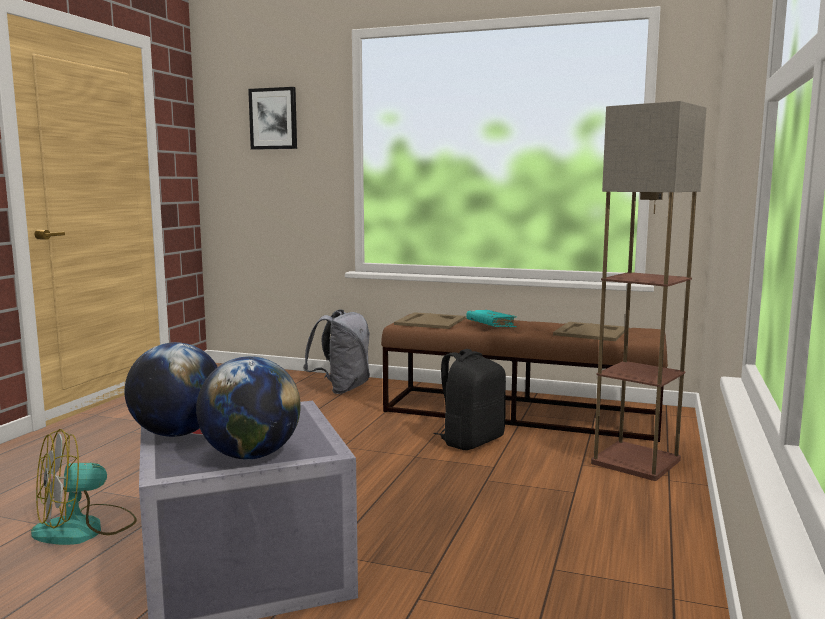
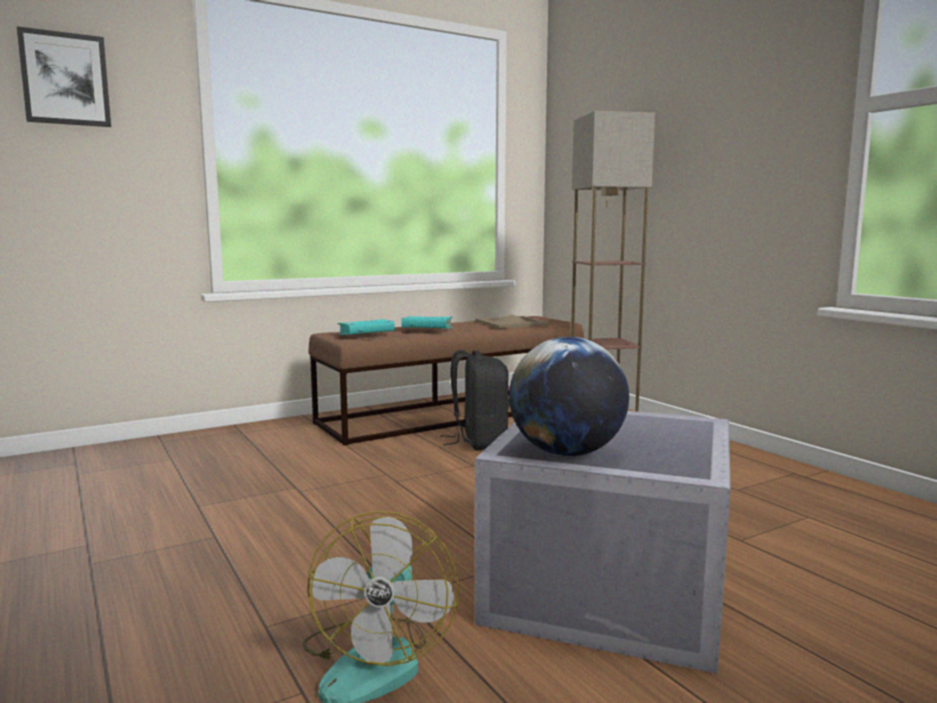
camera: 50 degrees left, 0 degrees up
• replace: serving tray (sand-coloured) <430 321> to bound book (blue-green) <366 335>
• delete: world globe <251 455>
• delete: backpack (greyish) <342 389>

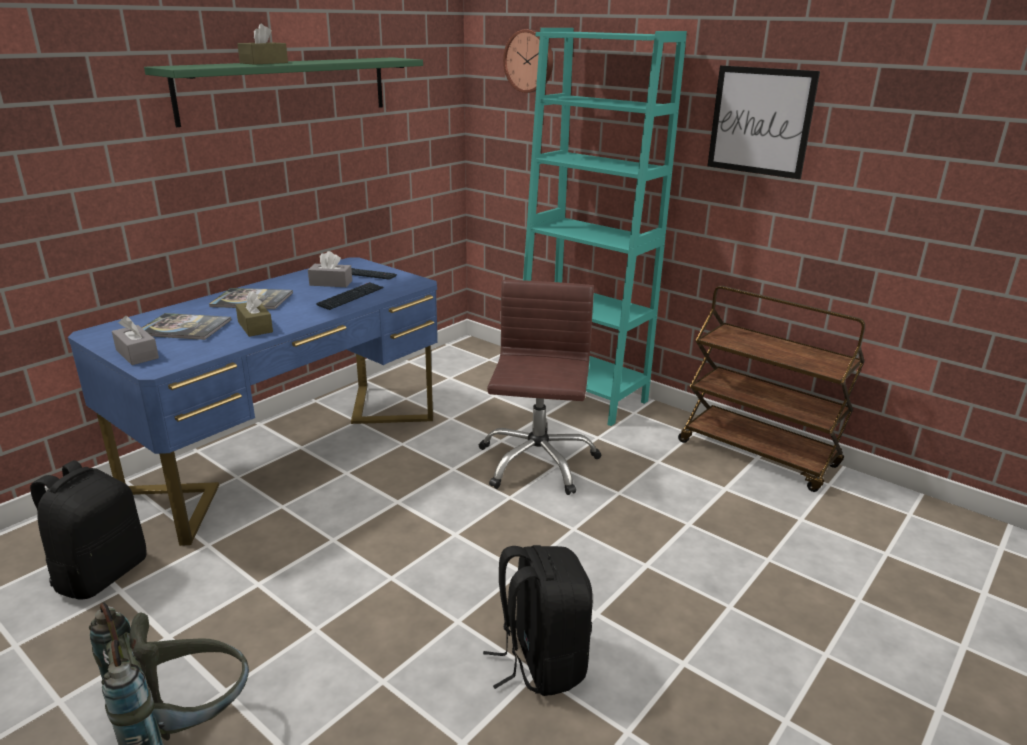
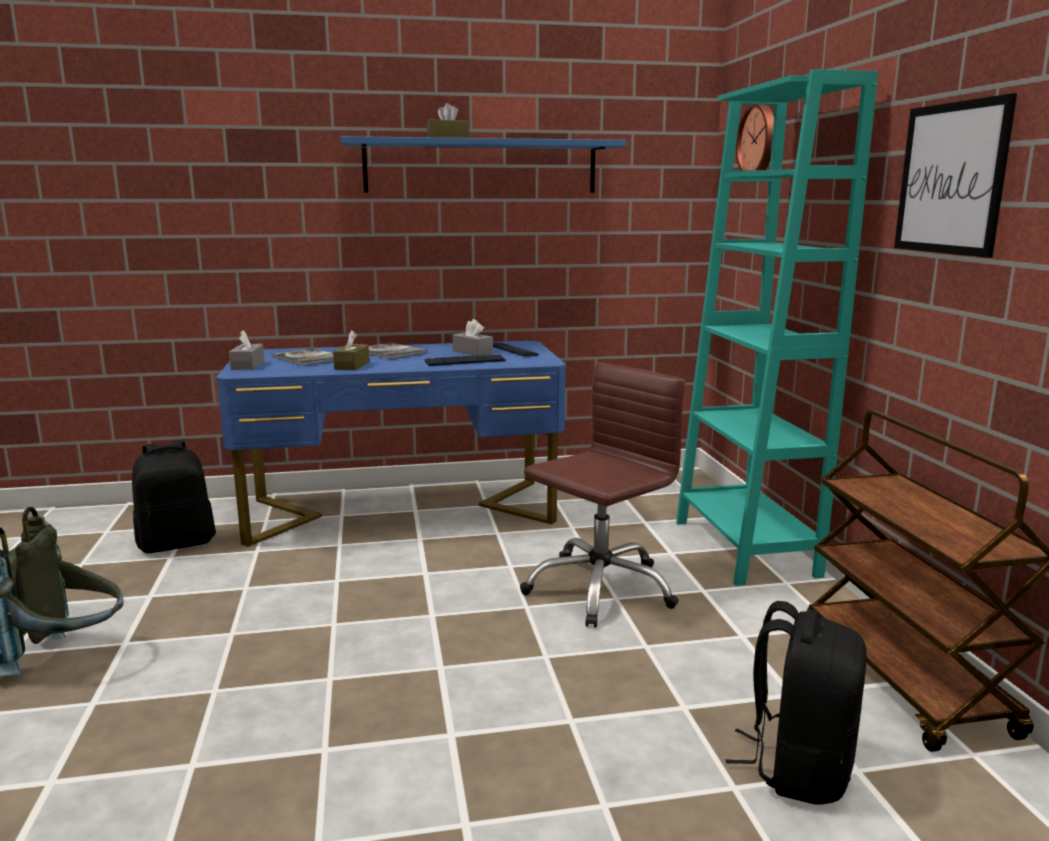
camera: 40 degrees right, 10 degrees down
• recolor: bracket shelf (green) <287 89> to bracket shelf (blue) <481 167>
• move: backpack (black) <540 662> to <798 767>

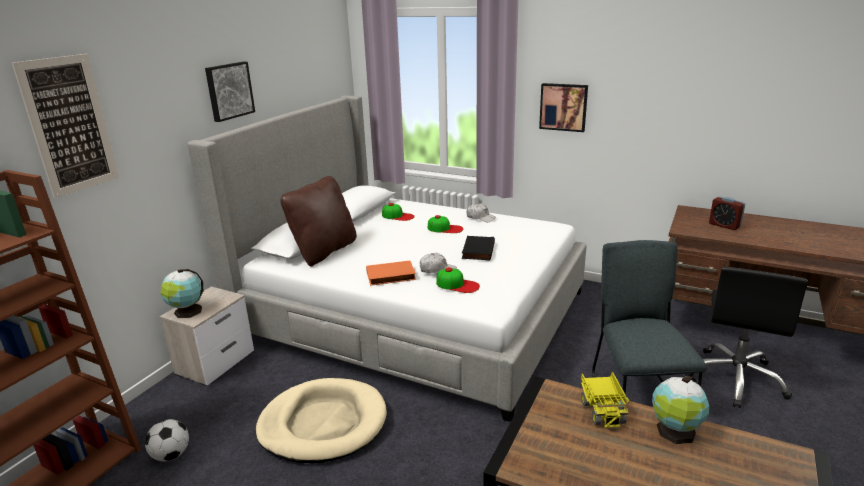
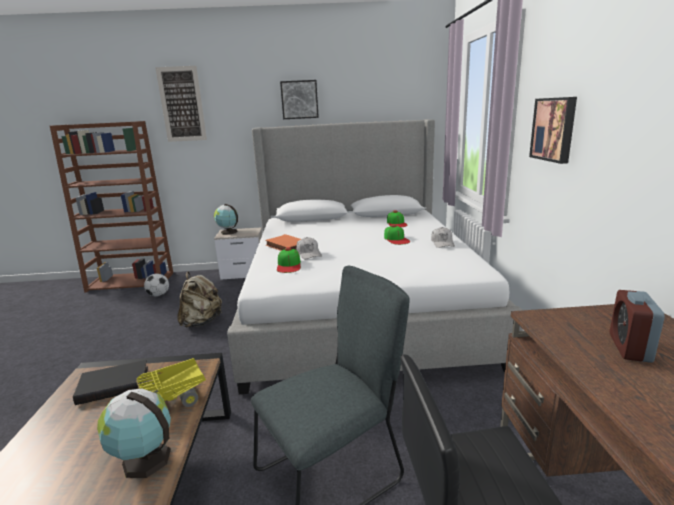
camera: 60 degrees right, 5 degrees down
• move: bound book (black) <477 250> to <114 384>
• replace: dog cushion (sand-coloured) <323 424> to backpack (sand-coloured) <202 322>
• delete: pillow (brown) <324 251>

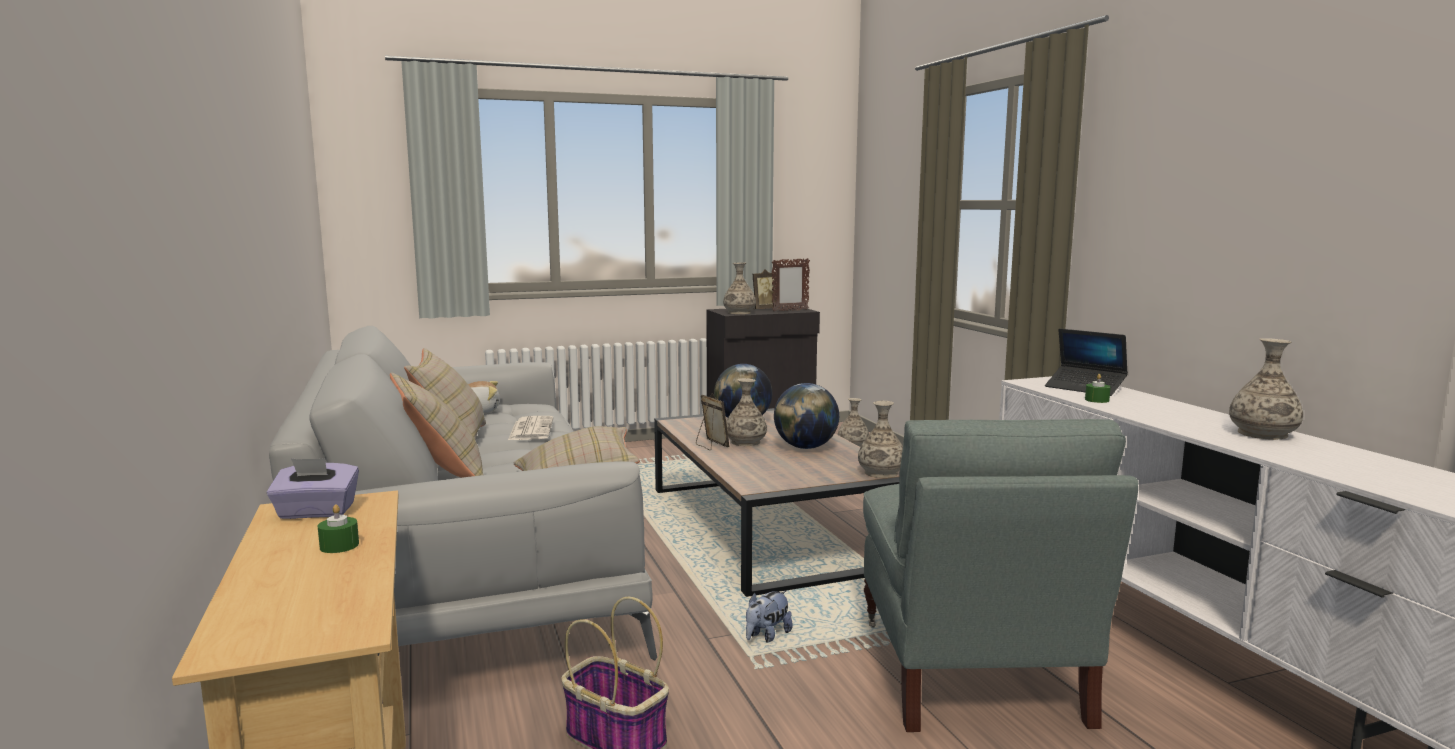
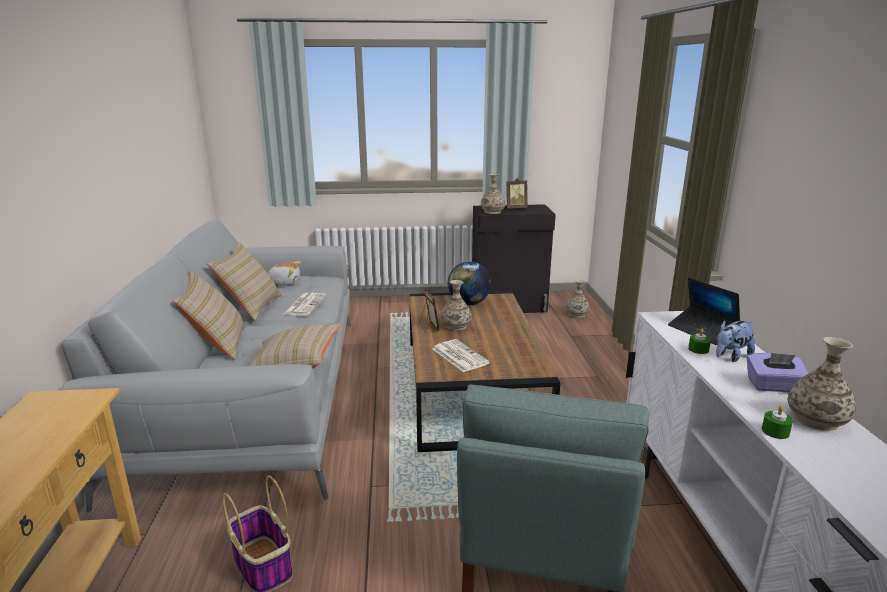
camera: 15 degrees right, 10 degrees up
• insert: daily paper <459 356>
• move: plush toy <767 636> to <730 356>
• move: box of tissues (purple-coloured) <316 512> to <773 386>
• move: wax light (green) <339 546> to <775 431>
• delete: photo frame <790 310>
• delete: world globe <805 447>
• delete: vase <881 473>

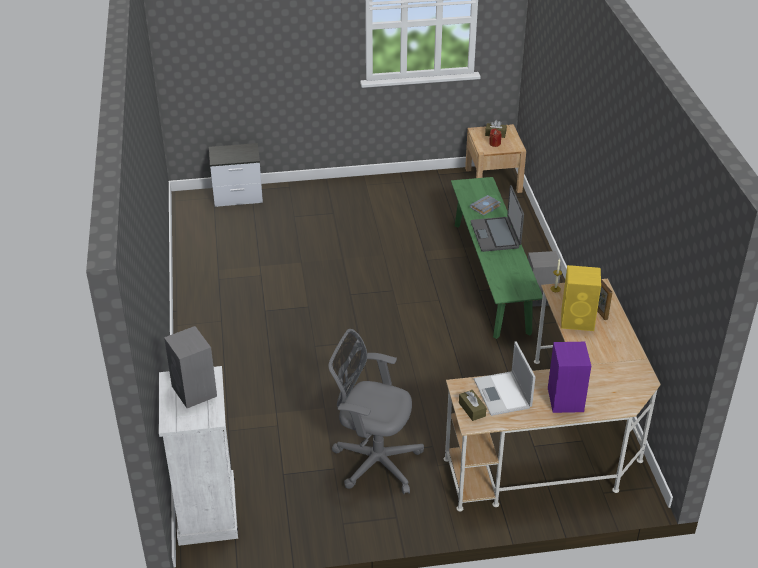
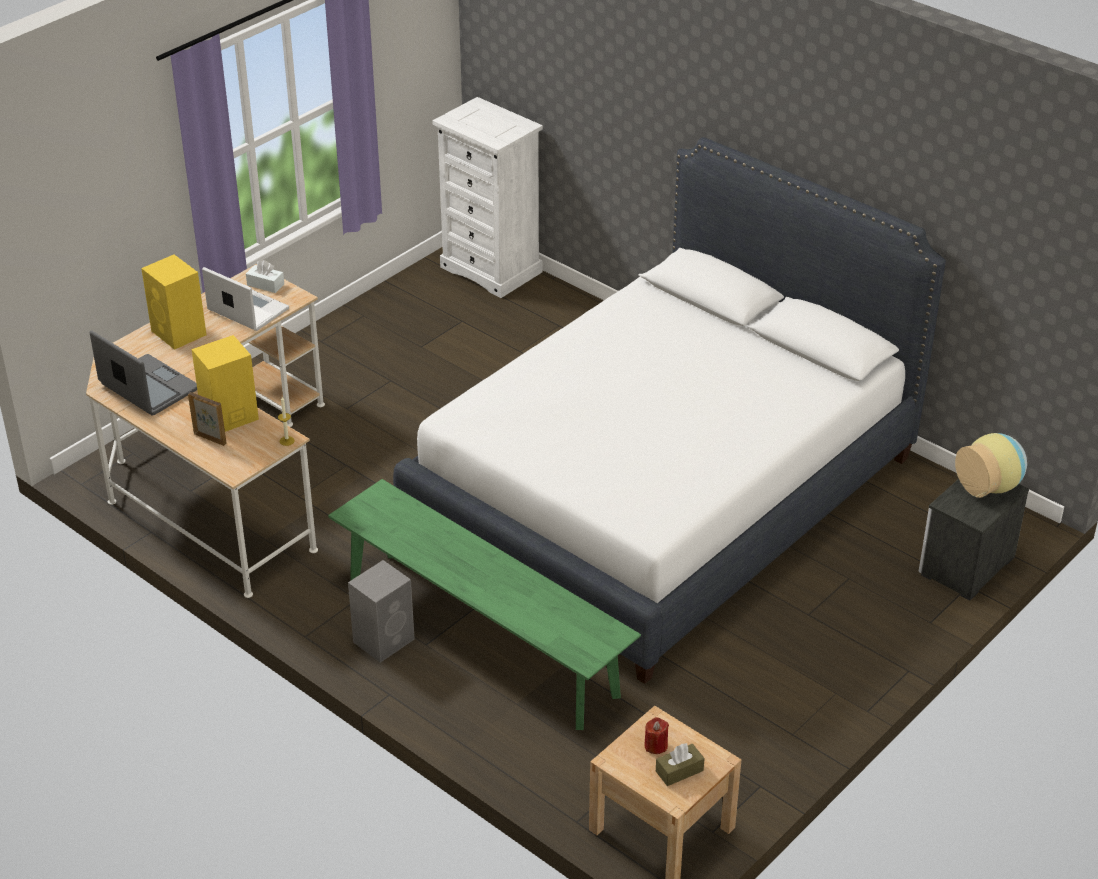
camera: 140 degrees right, 0 degrees up
• move: laptop <496 235> to <148 387>
• recolor: audio speaker (purple-coloured) <565 399> to audio speaker (yellow-coloured) <179 333>
• recolor: box of tissues (brown) <472 409> to box of tissues (white-coloured) <265 284>
• insert: sleeping bed (white-coloured) <664 495>
• insert: vase <990 486>
• delete: audio speaker (greyish) <194 392>
• delete: computer chair (greyish) <373 461>
• delete: bound book (greyish) <485 207>

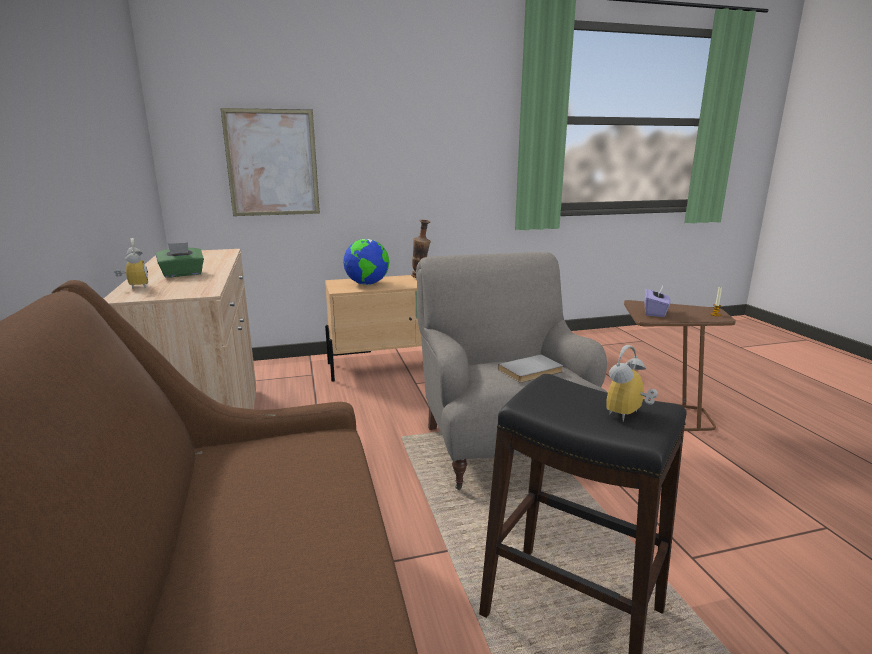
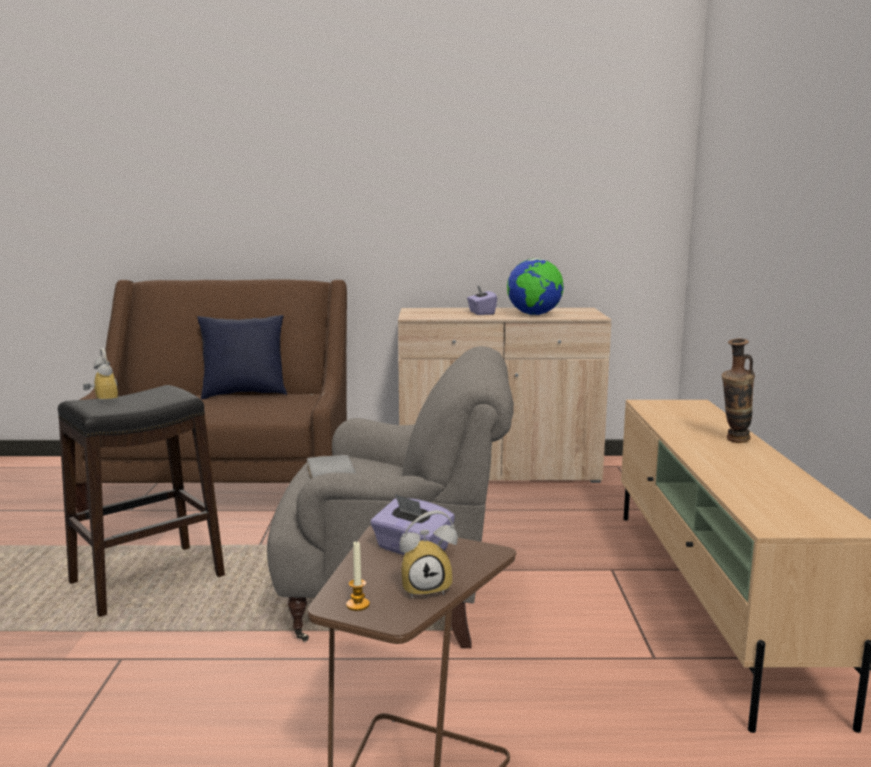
camera: 105 degrees right, 5 degrees down
• insert: pillow (blue) <244 394>
• move: bedside clock <134 286> to <427 587>
• recolor: box of tissues (green) <182 274> to box of tissues (purple-coloured) <481 313>
• move: world globe <367 284> to <534 315>
• delete: wall picture <272 163>

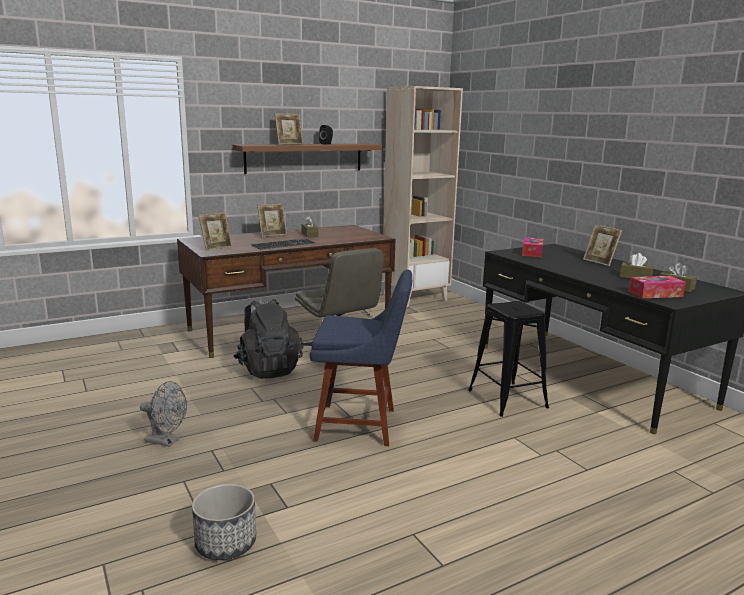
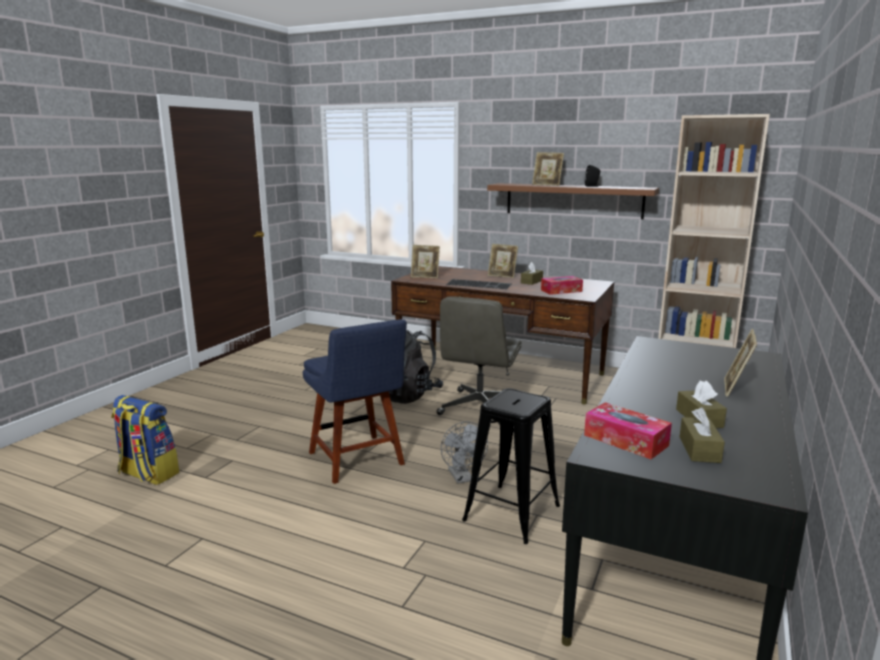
camera: 55 degrees right, 0 degrees up
• replace: flower pot <226 544> to backpack <147 474>
• move: cooling fan (greyish) <167 441> to <462 478>
• move: box of tissues <532 252> to <561 291>

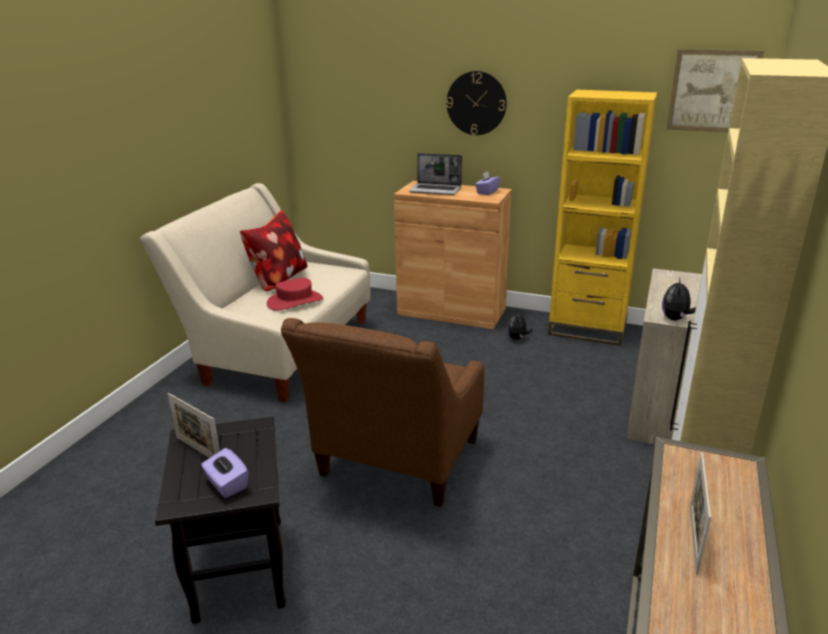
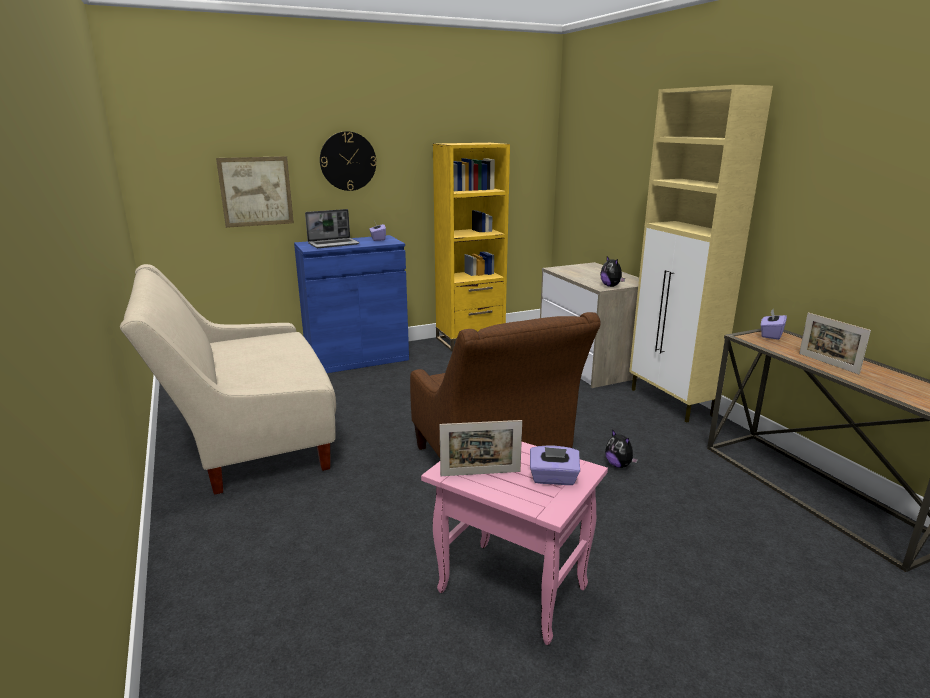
camera: 45 degrees left, 5 degrees down
• move: wall picture <713 91> to <256 191>
• recolor: cabinet (brown) <451 311> to cabinet (blue) <357 359>
• recolor: end table (black) <238 568> to end table (pink) <509 589>
• move: plush toy <517 338> to <619 465>
• insert: box of tissues (purple-coloured) <771 335>
• delete: pillow <277 280>
• delete: hat (red-coloured) <295 301>

